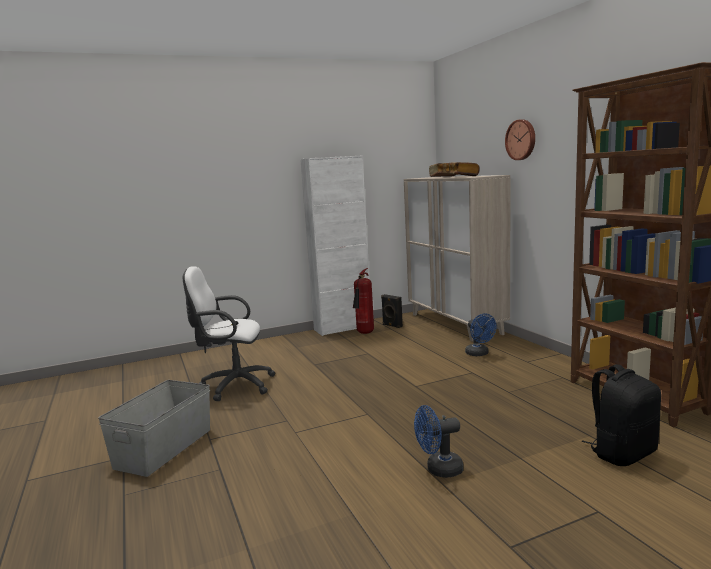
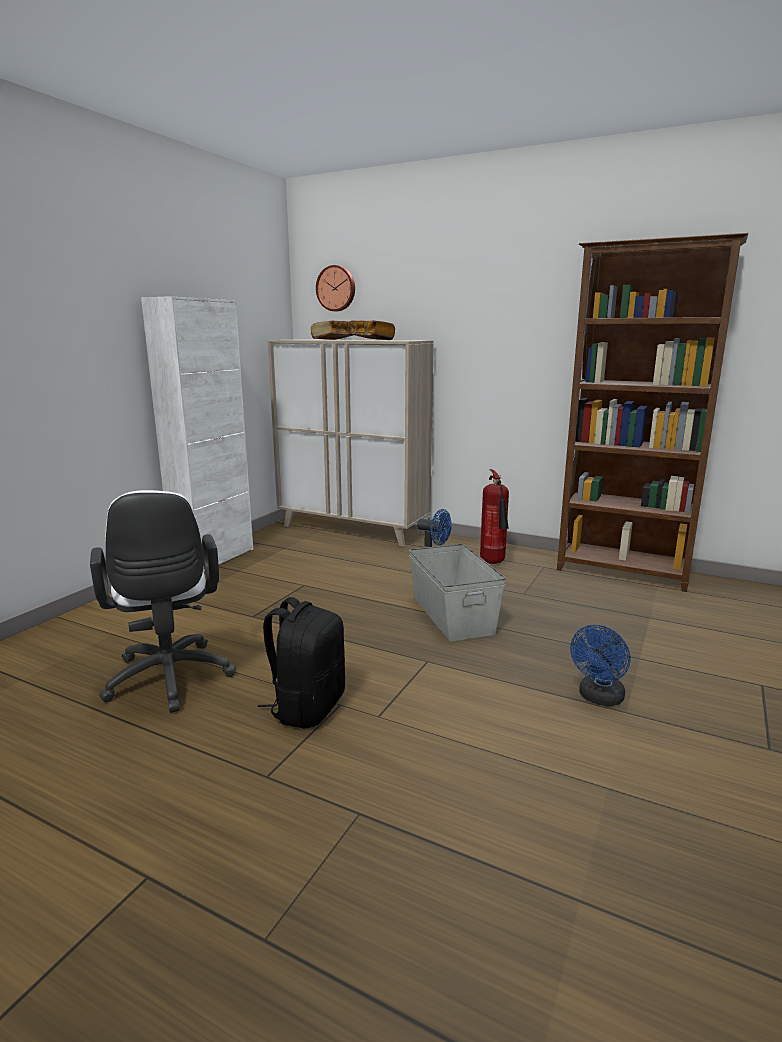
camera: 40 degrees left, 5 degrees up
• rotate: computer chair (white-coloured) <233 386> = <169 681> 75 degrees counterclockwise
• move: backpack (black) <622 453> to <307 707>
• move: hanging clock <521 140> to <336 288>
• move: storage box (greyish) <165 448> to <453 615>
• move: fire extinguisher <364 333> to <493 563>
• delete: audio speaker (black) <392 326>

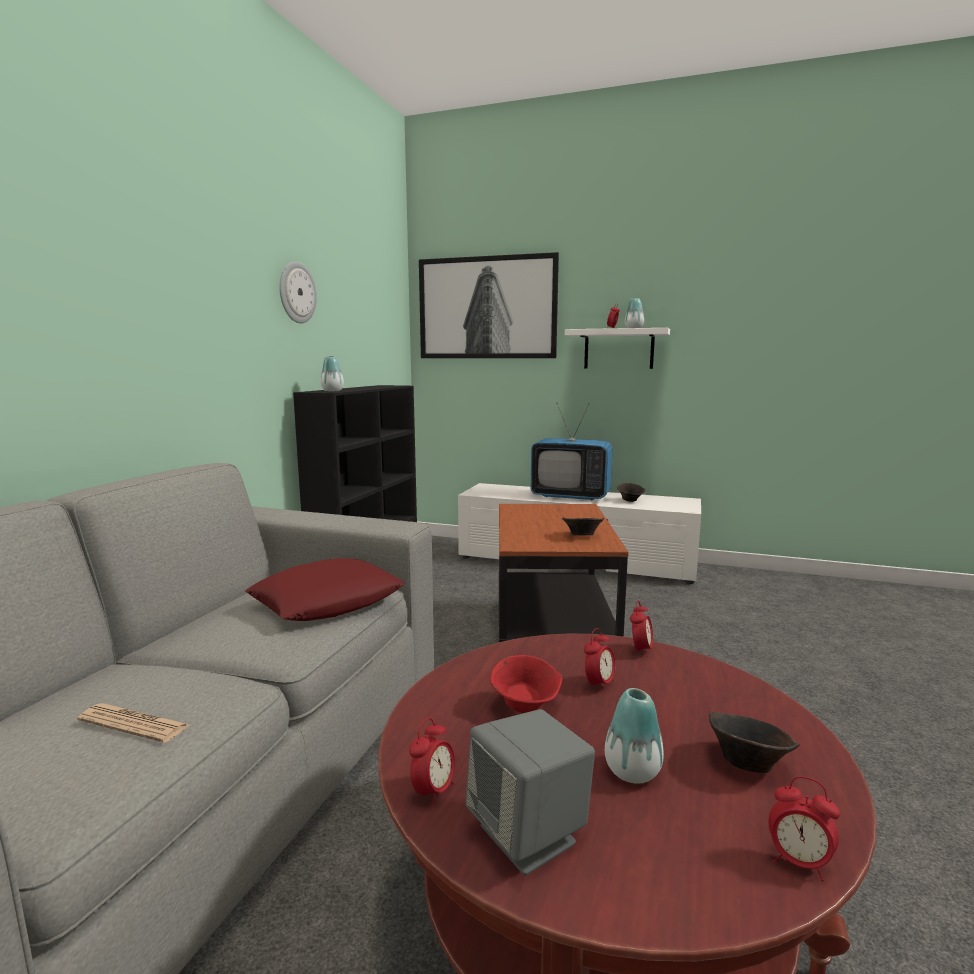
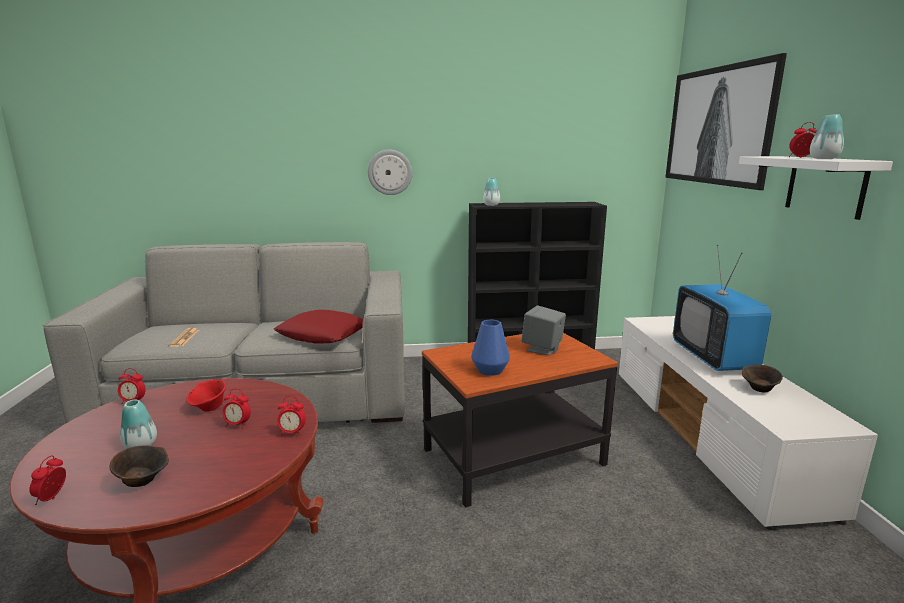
camera: 65 degrees right, 5 degrees up
• move: hanging clock <296 292> to <390 172>
• replace: bowl (brown) <581 536> to vase (blue) <490 370>
• move: audio speaker (greyish) <529 835> to <542 349>

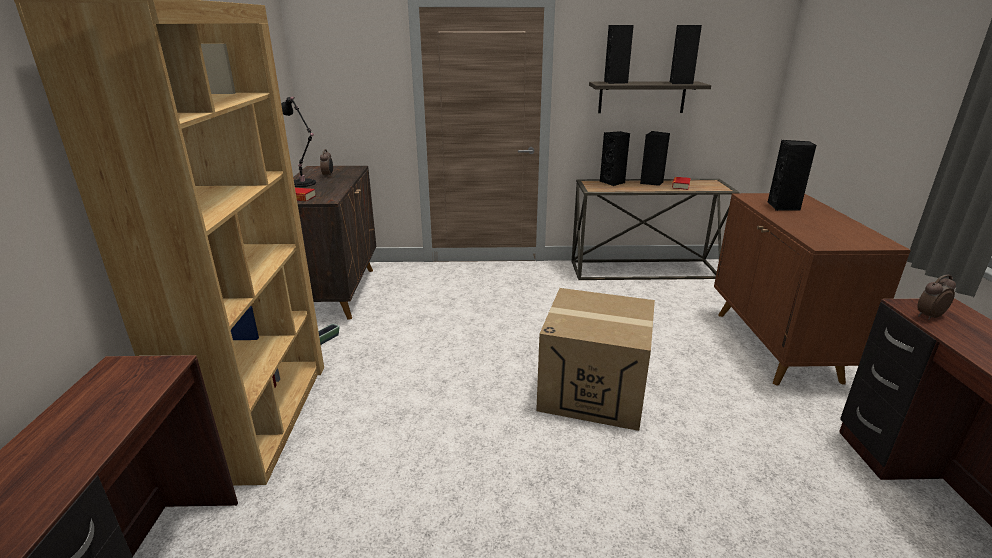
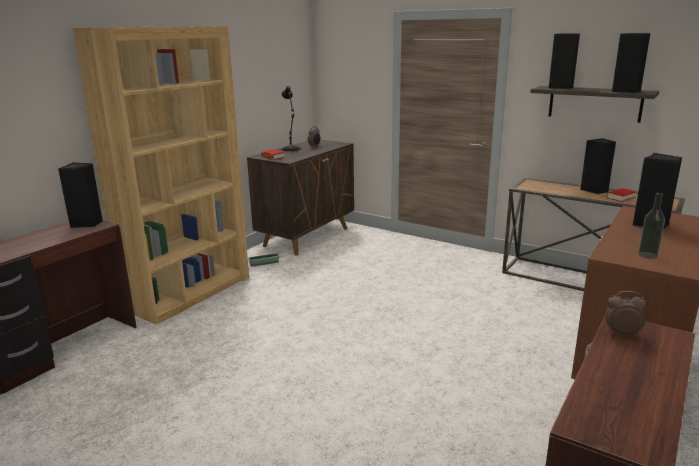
camera: 35 degrees right, 5 degrees down
• move: audio speaker (black) <613 182> to <87 224>
• insert: beverage bottle <647 255>
• delete: packing box <593 390>

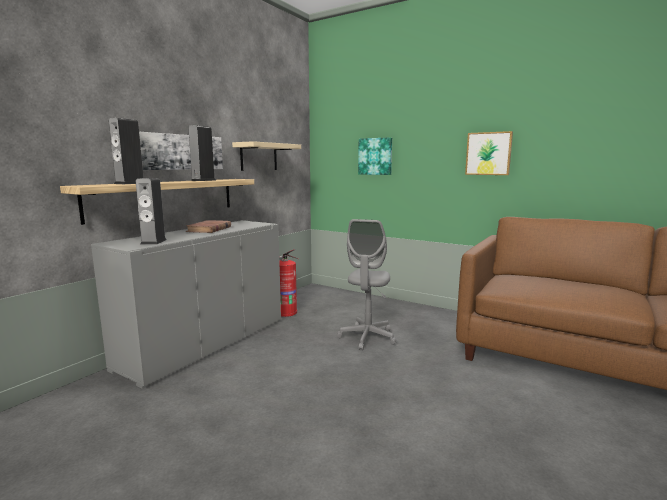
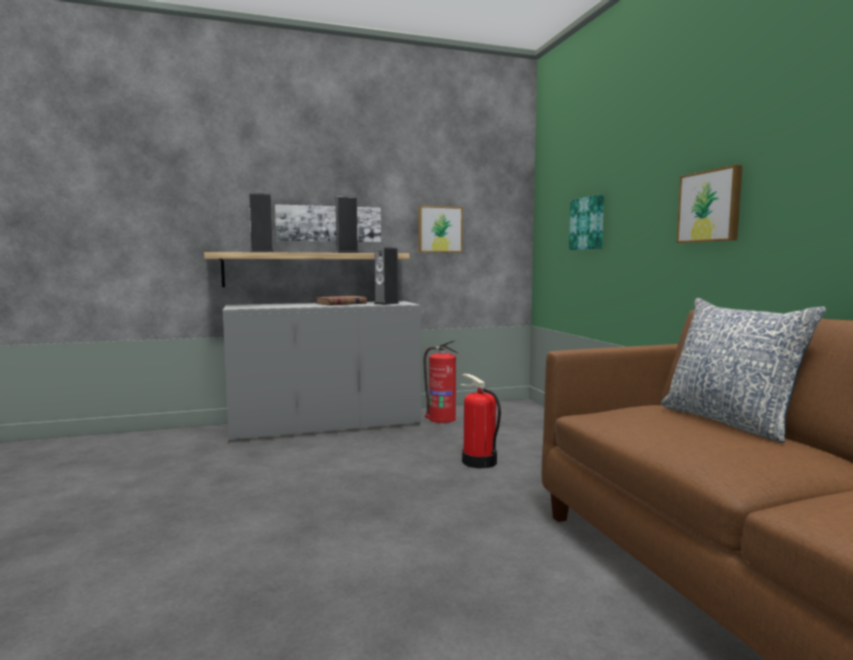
camera: 40 degrees right, 5 degrees down
• move: audio speaker <153 242> to <386 303>
• replace: bracket shelf (sand-coloured) <259 157> to wall picture <439 229>
• replace: computer chair (greyish) <367 337> to fire extinguisher <478 461>
• insert: pillow <729 421>

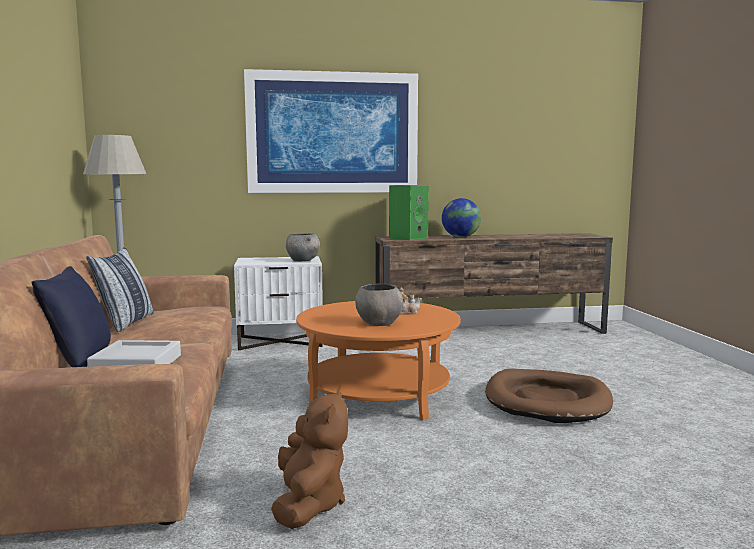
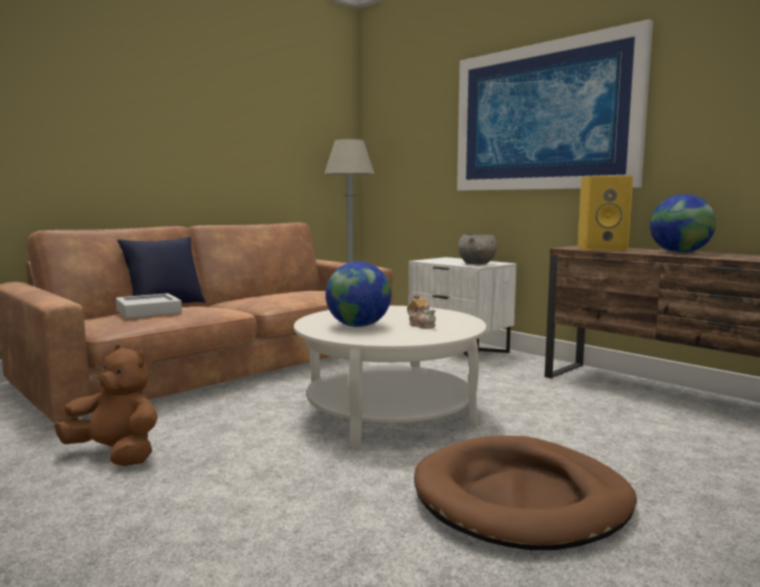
camera: 55 degrees right, 0 degrees up
• rotate: plush toy (brown) <308 505> = <116 454> 120 degrees counterclockwise
• recolor: low table (orangey) <378 394> to low table (white-coloured) <389 413>
• replace: bowl (greyish) <378 323> to world globe <358 326>
• recolor: audio speaker (green) <408 238> to audio speaker (yellow-coloured) <602 248>
• delete: pillow <125 322>

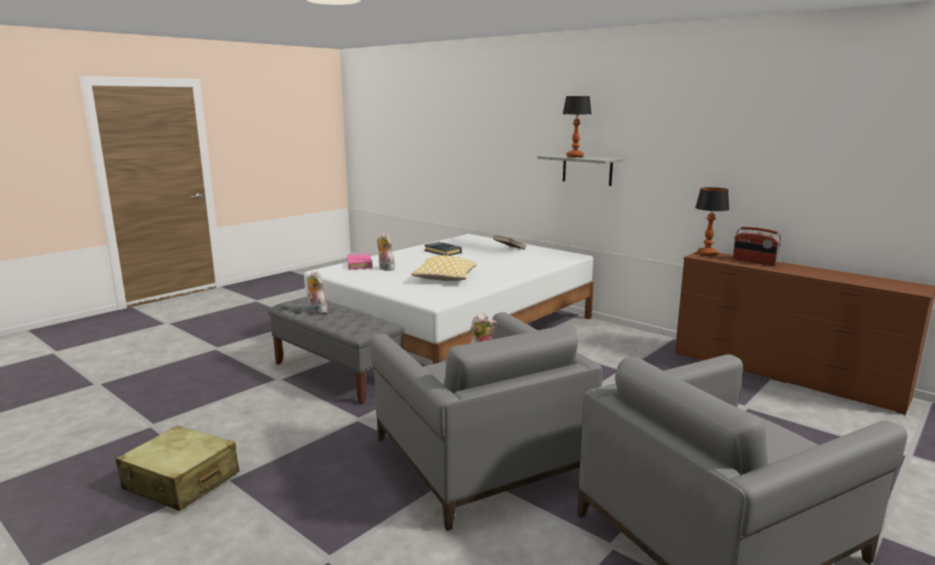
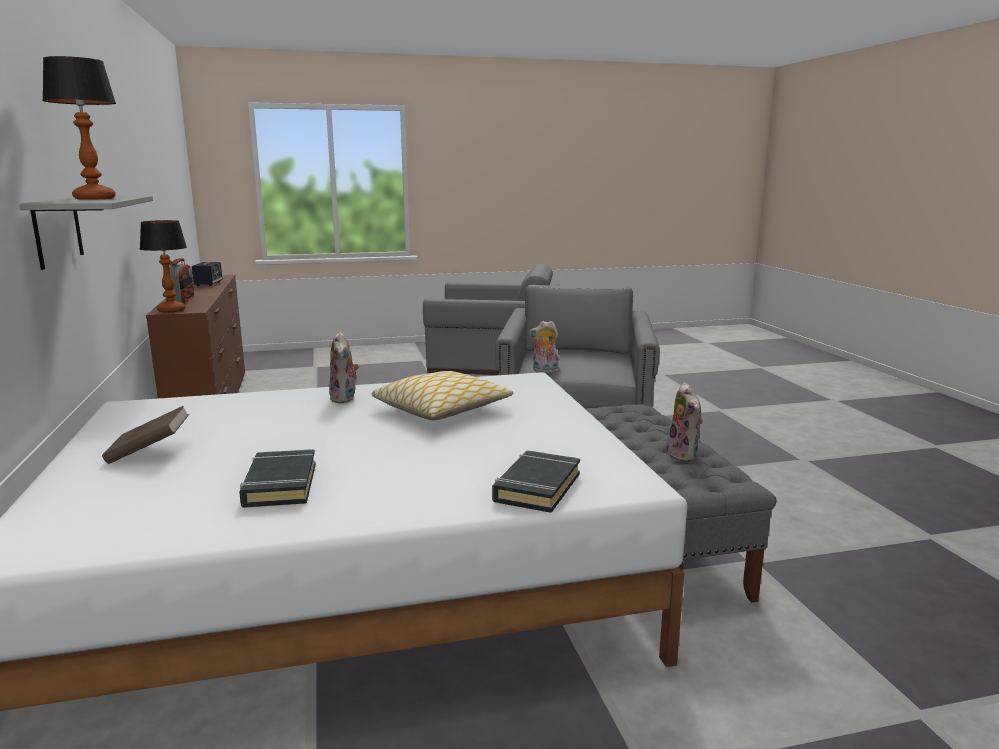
camera: 145 degrees left, 0 degrees up
• insert: audio speaker <208 284>
• move: plush toy <385 269> to <345 398>
• recolor: bound book (pink) <359 264> to bound book (black) <536 487>
• delete: piece of luggage (sand-coloured) <181 481>

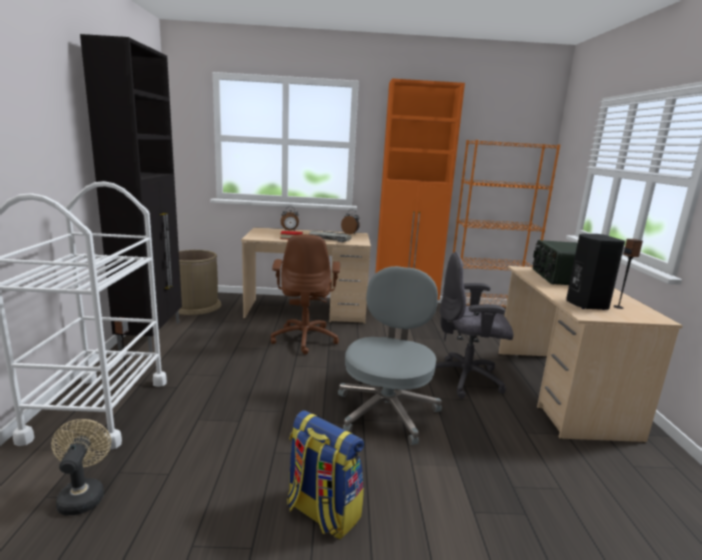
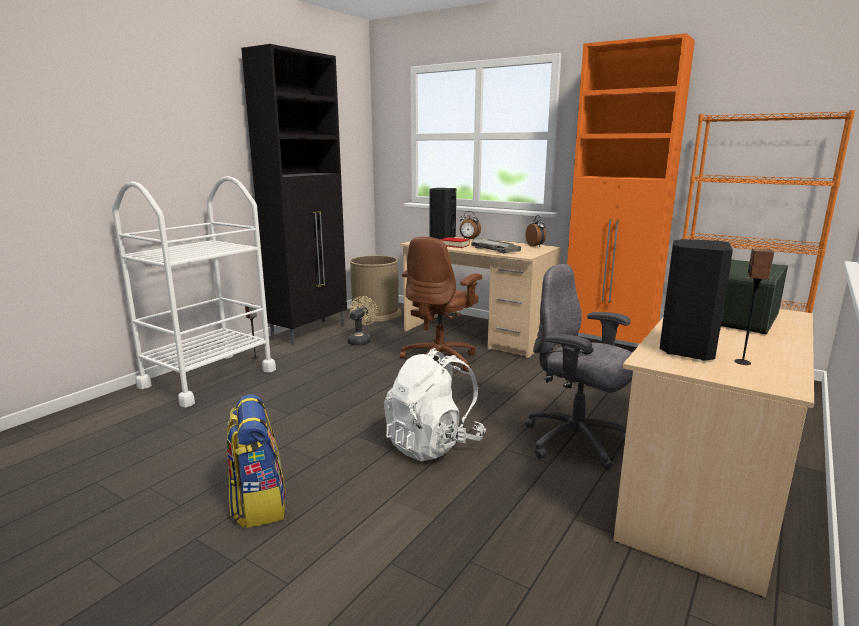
camera: 35 degrees right, 0 degrees up
• move: cooling fan (sand-coloured) <83 495> to <361 340>
• replace: computer chair (greyish) <387 410> to backpack (white-coloured) <433 444>
• insert: audio speaker (black) <441 238>

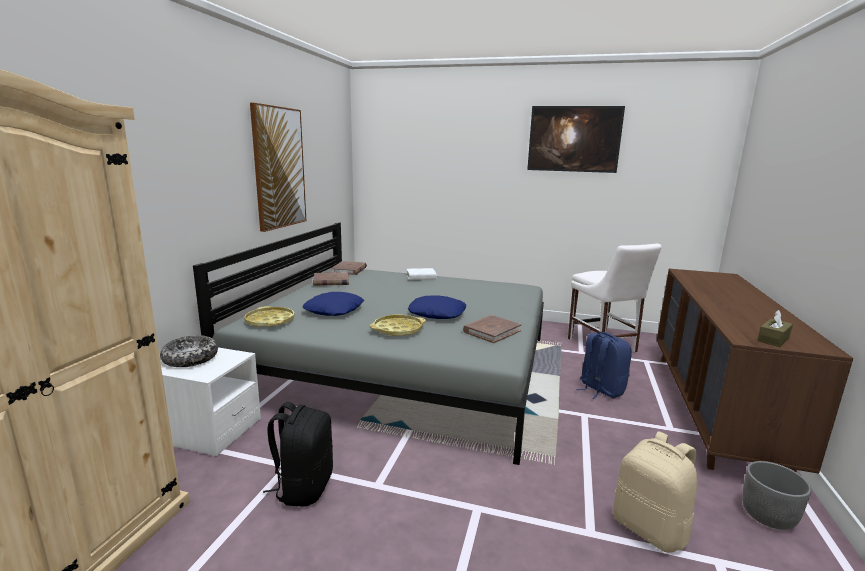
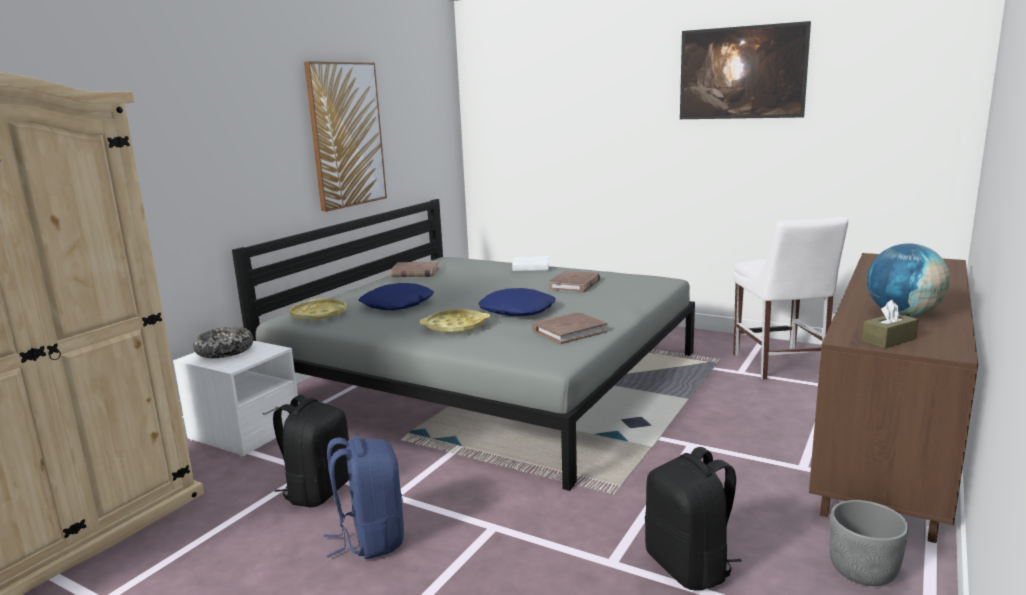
camera: 15 degrees right, 0 degrees up
• move: backpack (blue) <600 389> to <370 539>
• move: bound book (brown) <349 270> to <574 284>
• recolor: backpack (sand-coloured) <650 528> to backpack (black) <690 567>
• insert: world globe <903 314>

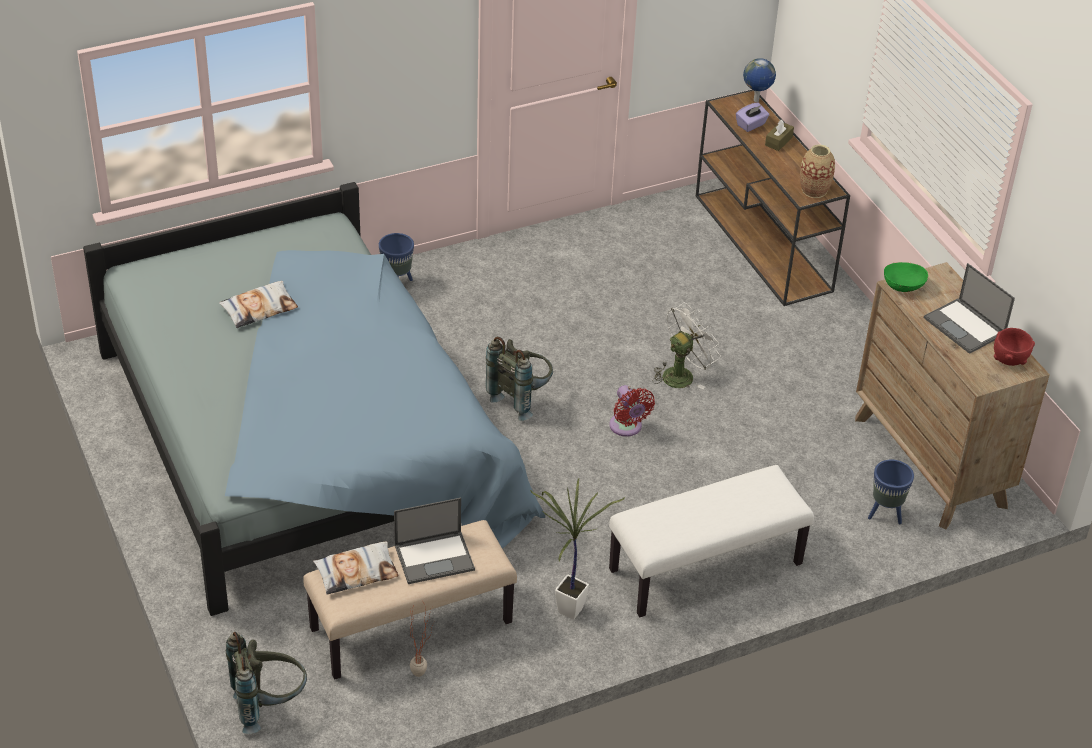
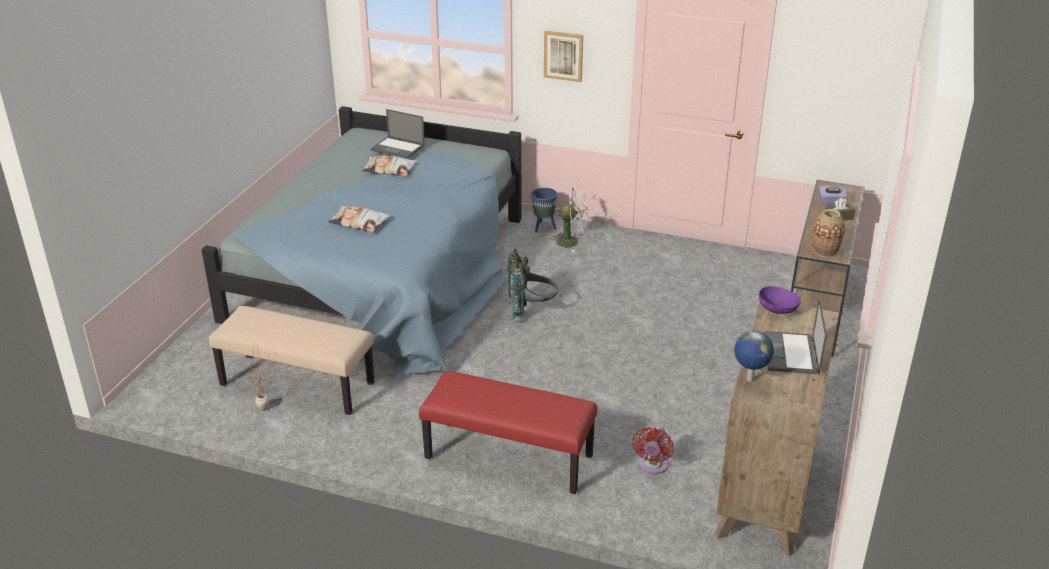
camera: 45 degrees right, 10 degrees down
• move: pillow <356 572> to <359 223>
• move: laptop <435 557> to <398 148>
• recolor: bench (white-coloured) <705 568> to bench (red-coloured) <507 458>
• insert: wall picture <563 55>
• move: cooling fan (white-coloured) <682 374> to <572 242>
• move: cooling fan (red-coloured) <627 427> to <652 466>
• move: world globe <756 101> to <749 380>
• recolor: bowl (green) <903 286> to bowl (purple-coloured) <778 309>
• delete: backpack (greyish) <269 705>
• delete: houseplant <567 607>
• delete: flower pot (blue) <885 514>
• delete: bowl (red-coloured) <1009 360>

